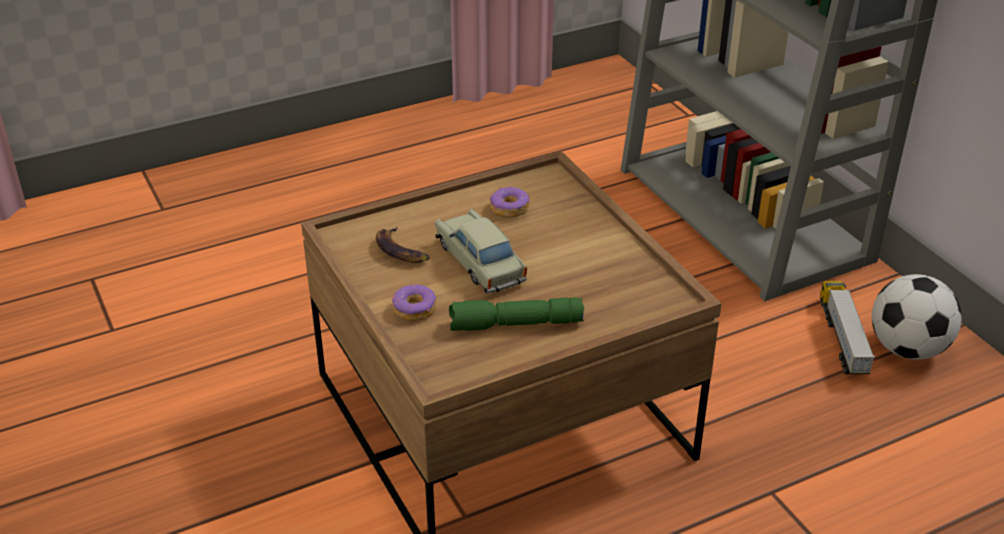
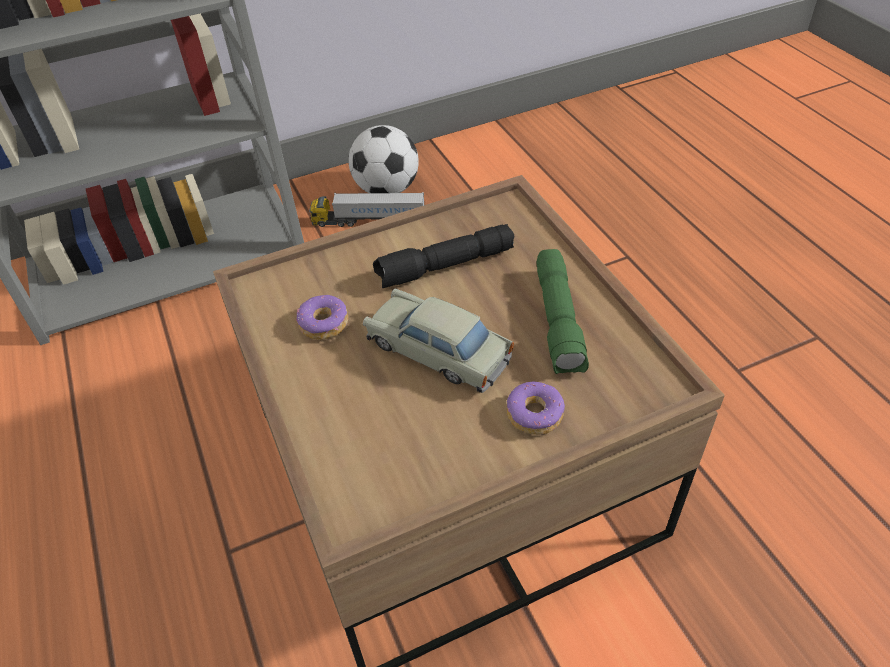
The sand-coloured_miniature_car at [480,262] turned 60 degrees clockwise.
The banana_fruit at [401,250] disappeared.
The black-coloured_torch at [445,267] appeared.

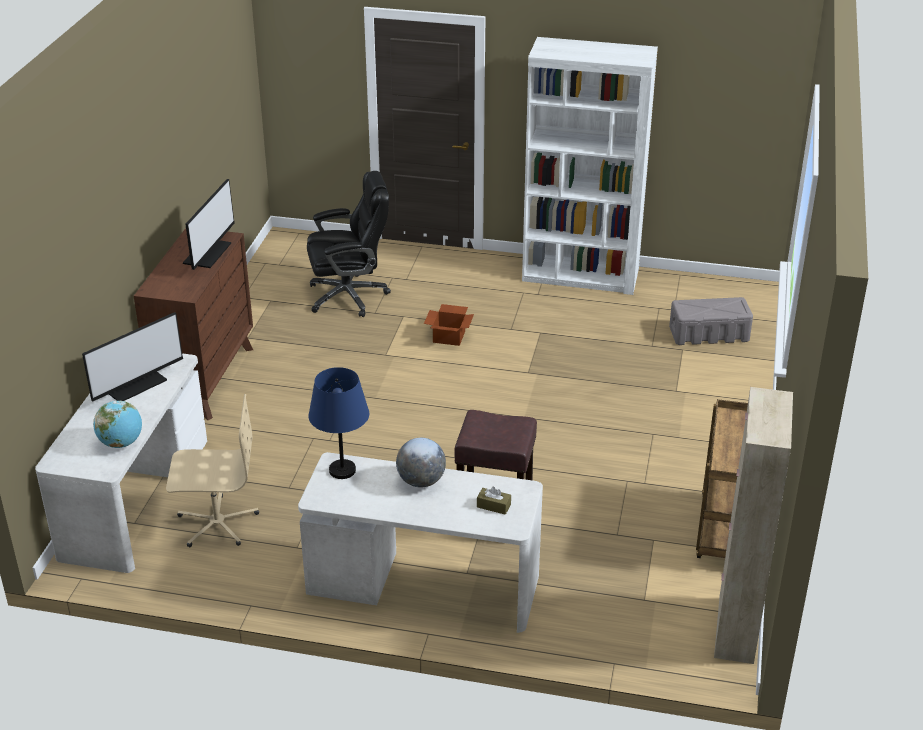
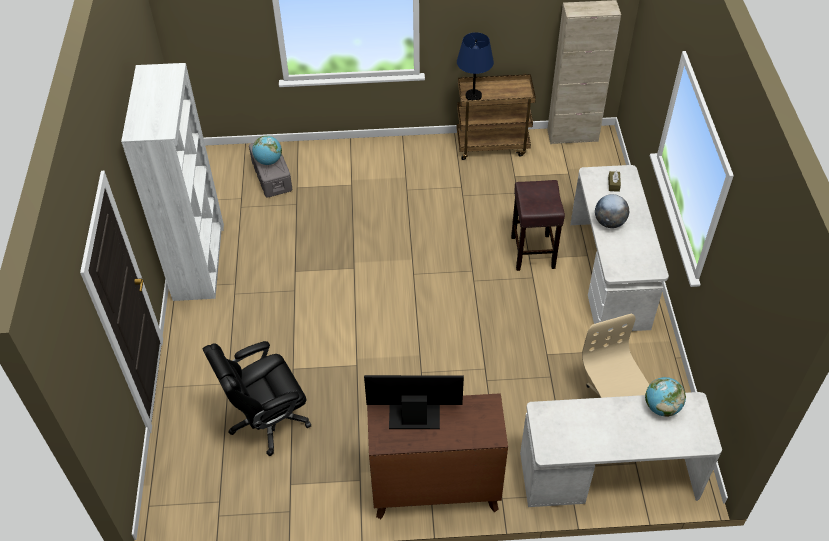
The black-coloured_office_chair at [349,296] turned 90 degrees counterclockwise.
The packing_box at [449,336] disappeared.
The computer_display at [135,385] disappeared.
The bluish_lamp_for_a_table moved from [342,470] to [473,96].
The desk_globe at [268,161] appeared.

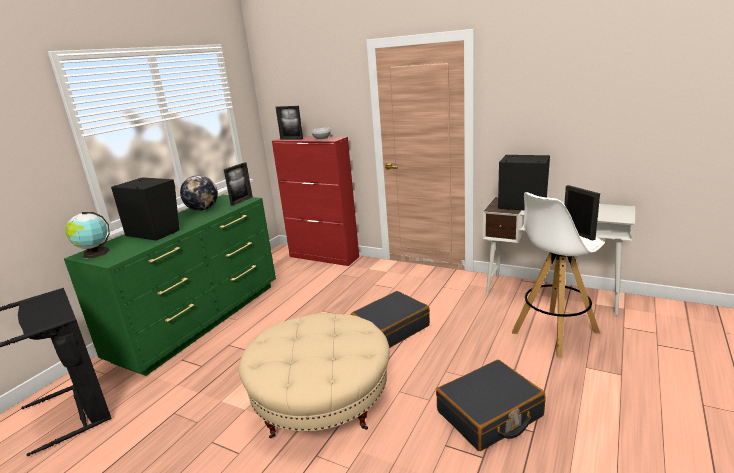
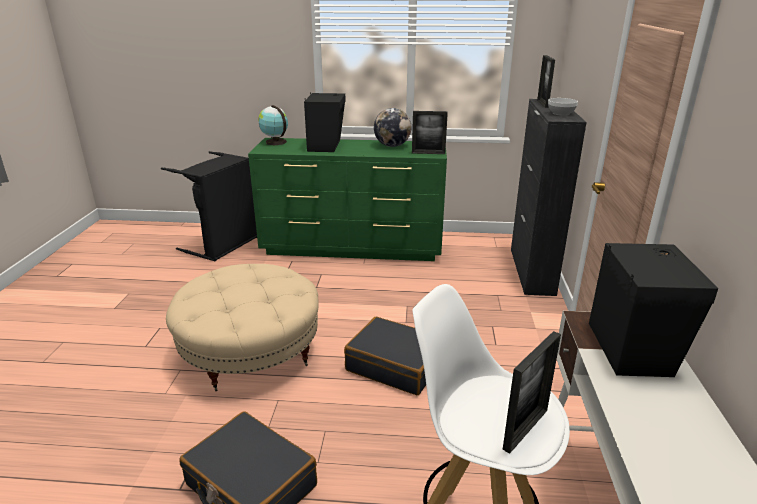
The red-coloured_cabinet at [324,257] became the black-coloured_cabinet at [531,271].

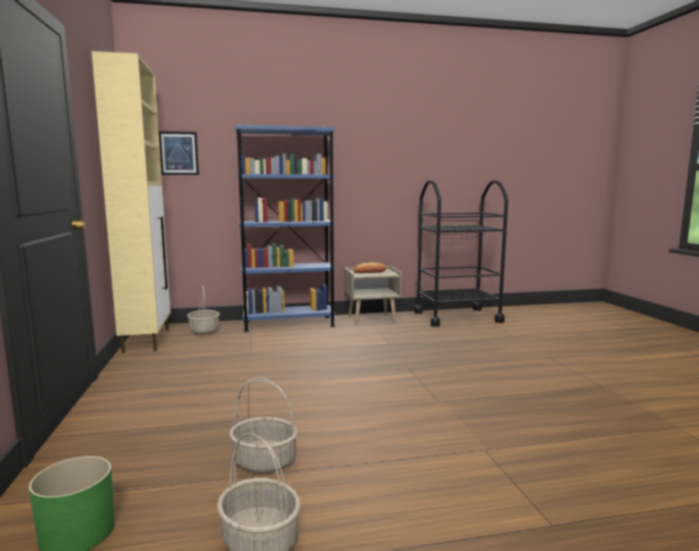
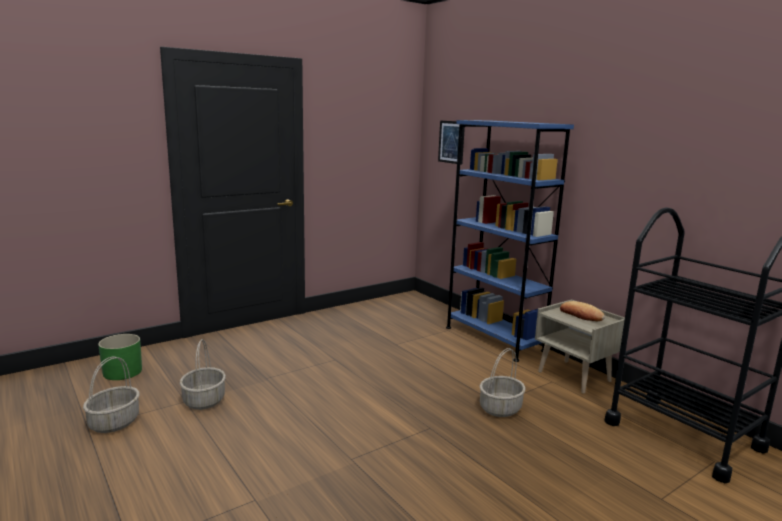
The sand-coloured_cabinet at [147,340] disappeared.
The storage_basket moved from [204,331] to [500,408].

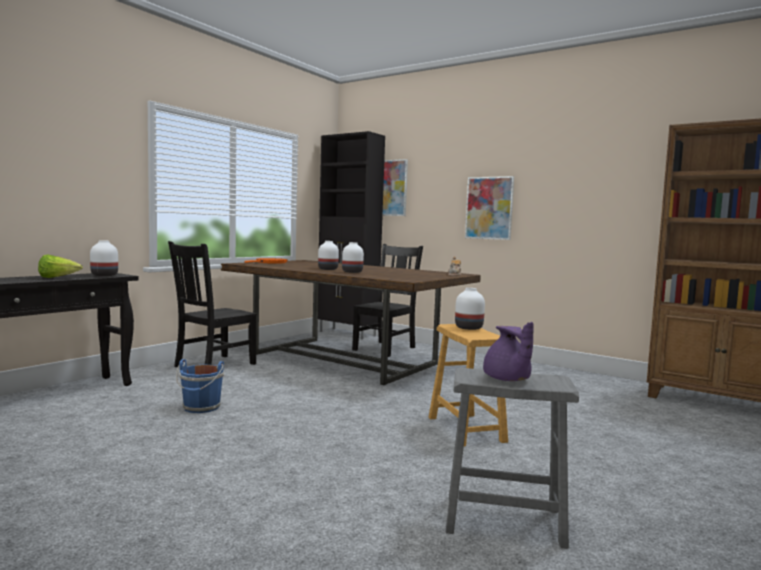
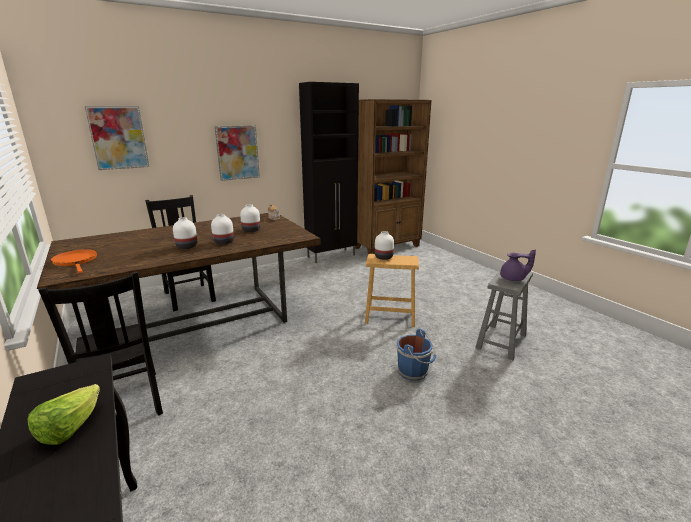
The black-coloured_cabinet moved from [347,334] to [332,256].
The white-coloured_vase moved from [103,275] to [251,230].
The bluish_pail moved from [201,408] to [414,372].

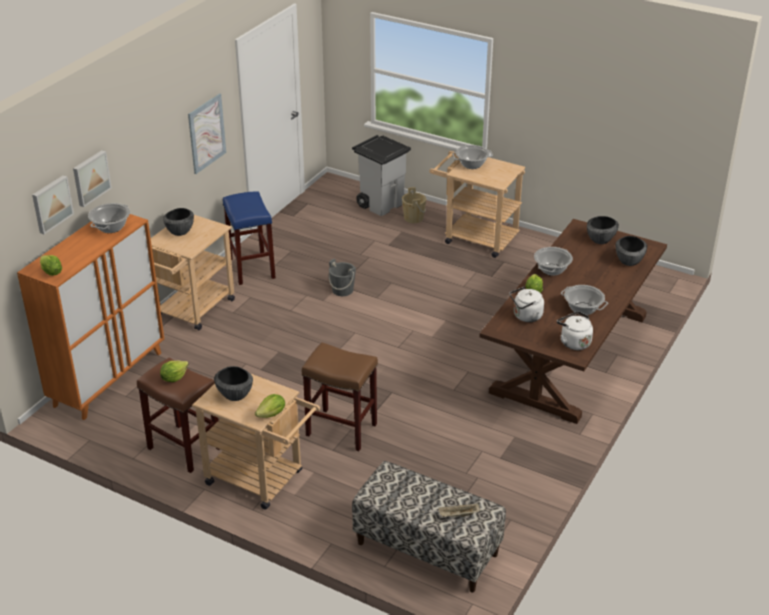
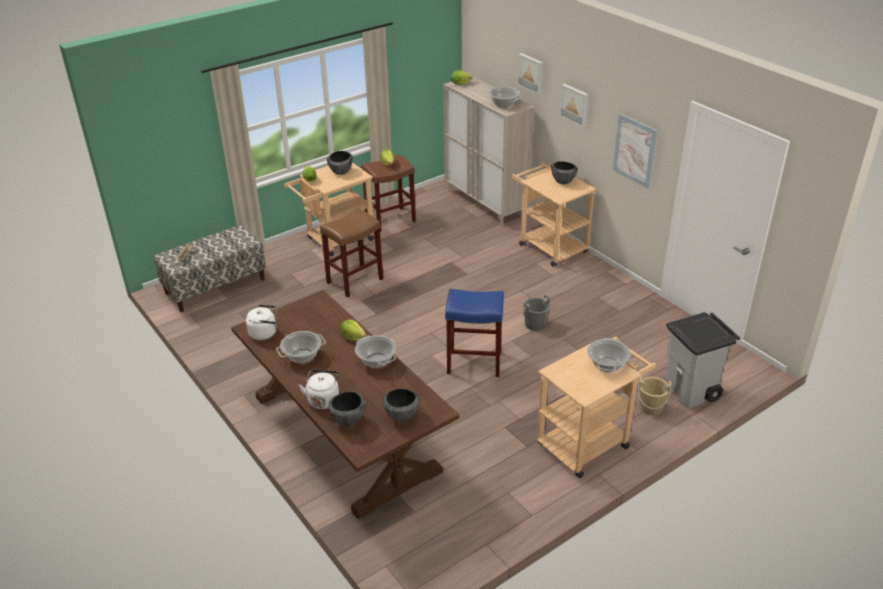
The wall_art moved from [51,204] to [575,104].
The bluish_stool moved from [252,269] to [473,363].
The orange_cabinet at [108,379] became the sand-coloured_cabinet at [485,203].
The white-coloured_tea_kettle moved from [526,316] to [323,399].

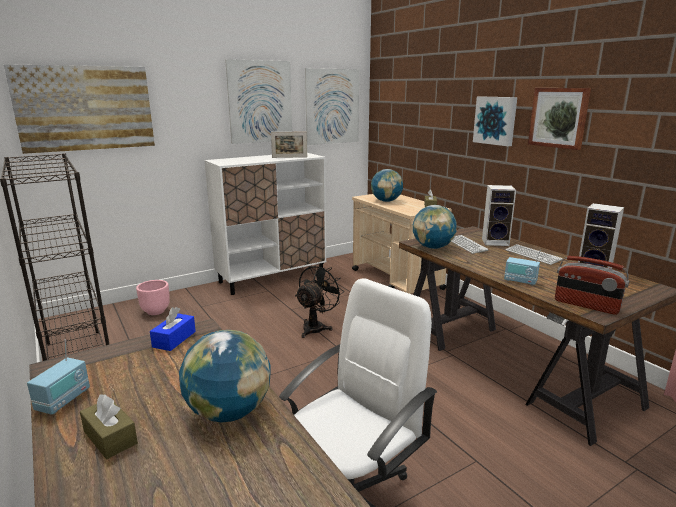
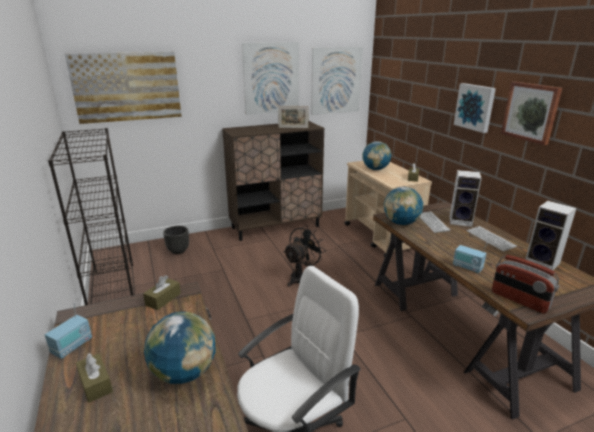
The white-coloured_cabinet at [272,278] became the brown_cabinet at [276,227].
The pink_plant_pot at [156,311] became the black-coloured_plant_pot at [178,251].
The bluish_tissue_box at [174,339] became the brown_tissue_box at [163,299].

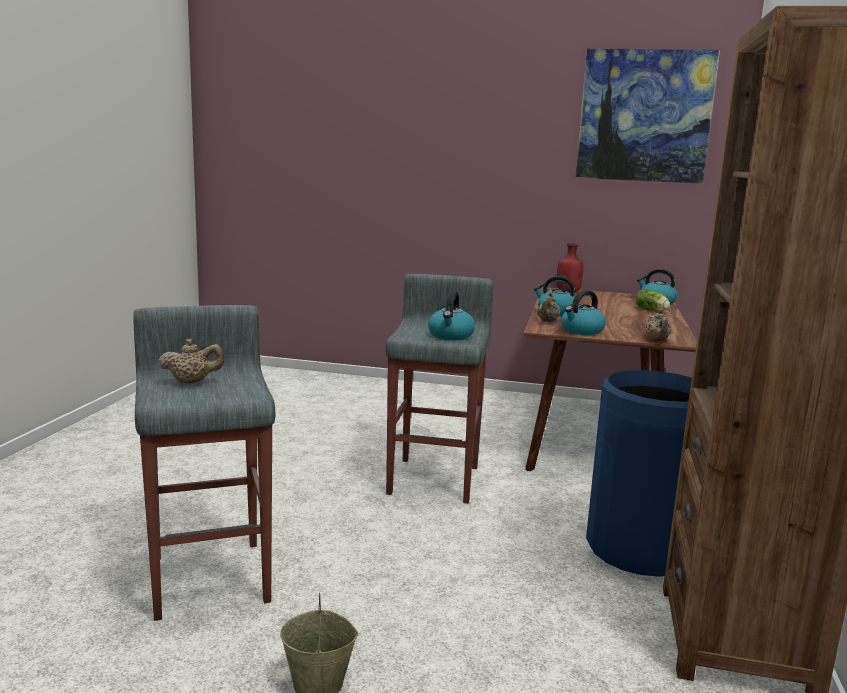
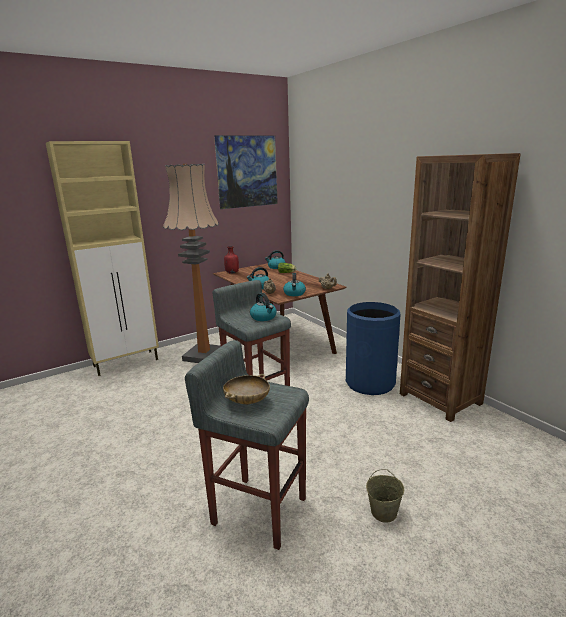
The sand-coloured_tea_pot at [192,381] was replaced by the sand-coloured_serving_bowl at [247,401].
The sand-coloured_cabinet at [127,362] appeared.
The standing_lamp at [204,356] appeared.

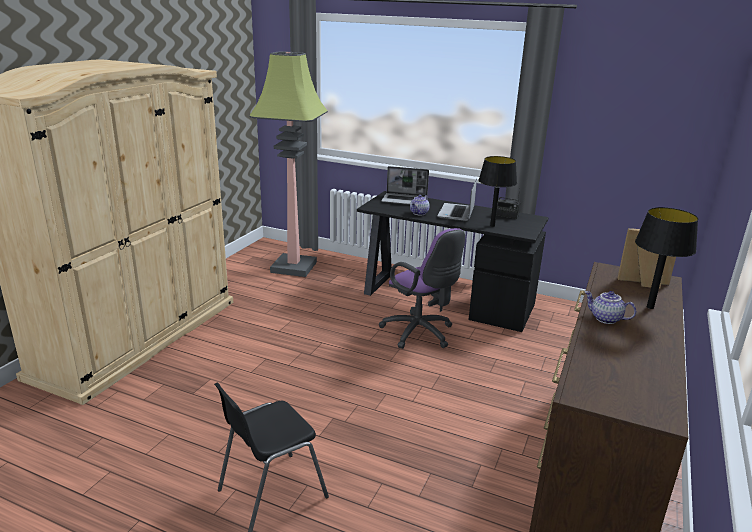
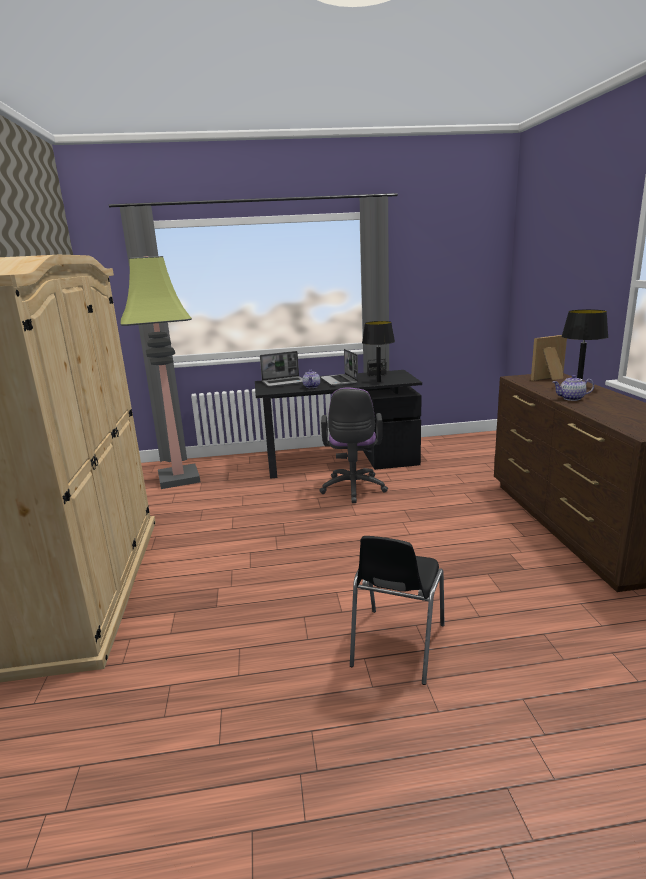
The purplish_office_chair at [420,334] turned 75 degrees clockwise.

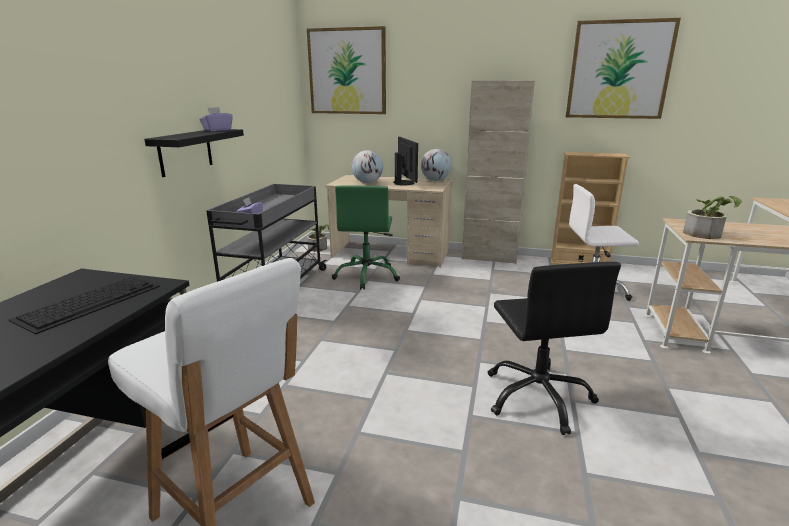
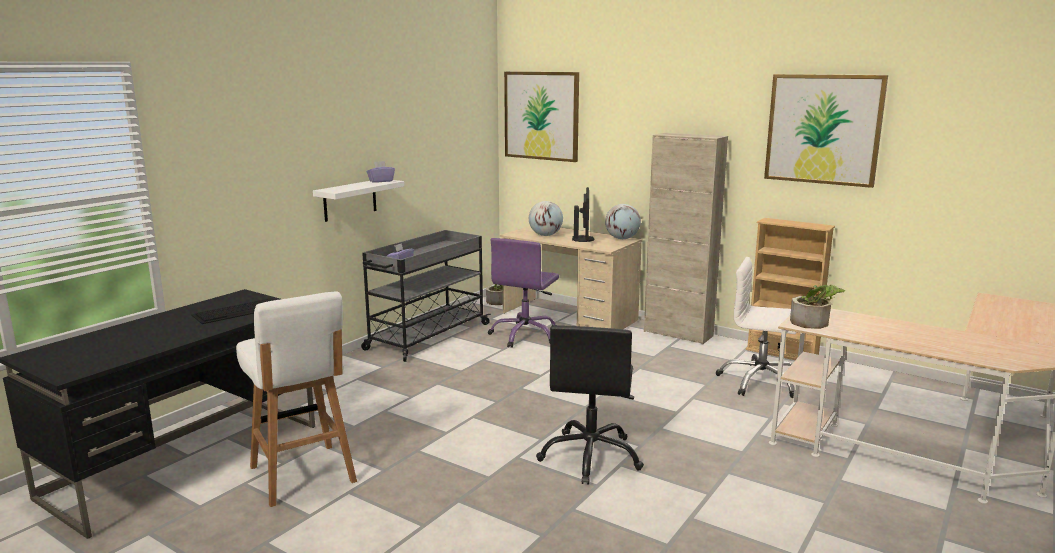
The black-coloured_wall_shelf at [185,152] became the white-coloured_wall_shelf at [350,200].
The green-coloured_office_chair at [367,276] became the purplish_office_chair at [525,335].

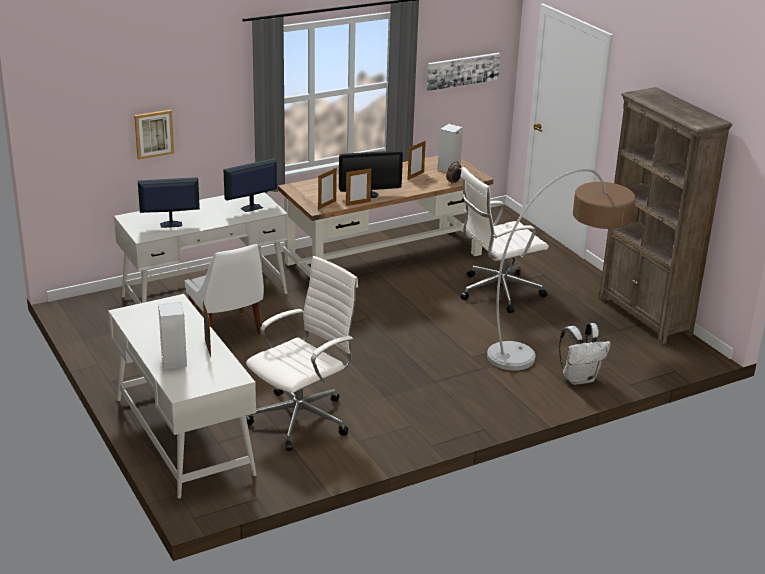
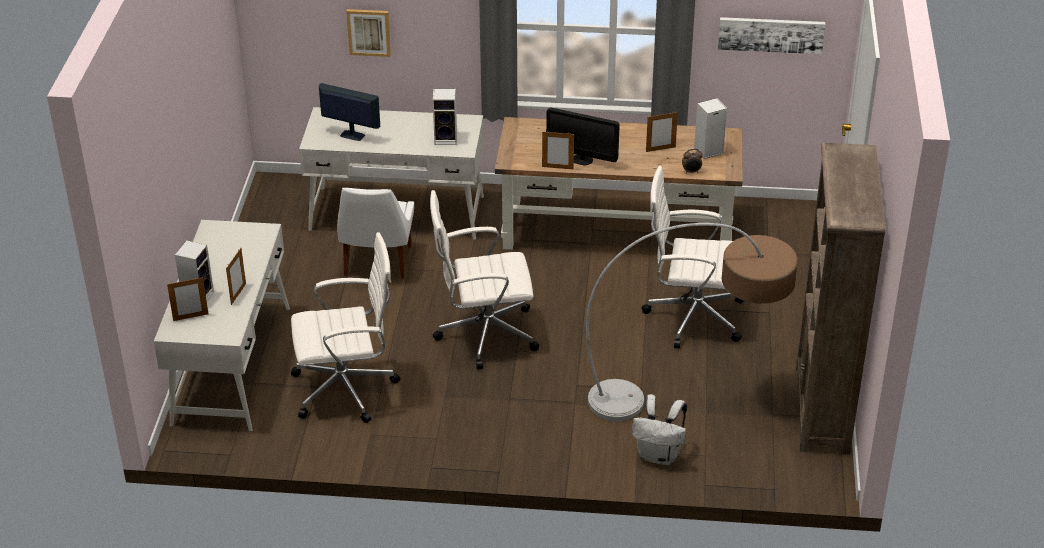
The computer_display at [251,208] was replaced by the speaker at [447,139].
The standing_frame moved from [327,205] to [190,317].
The white-coloured_office_chair at [484,334] appeared.

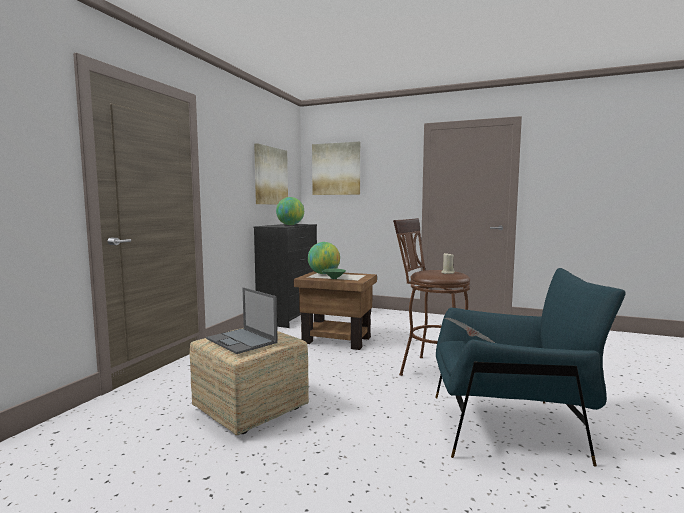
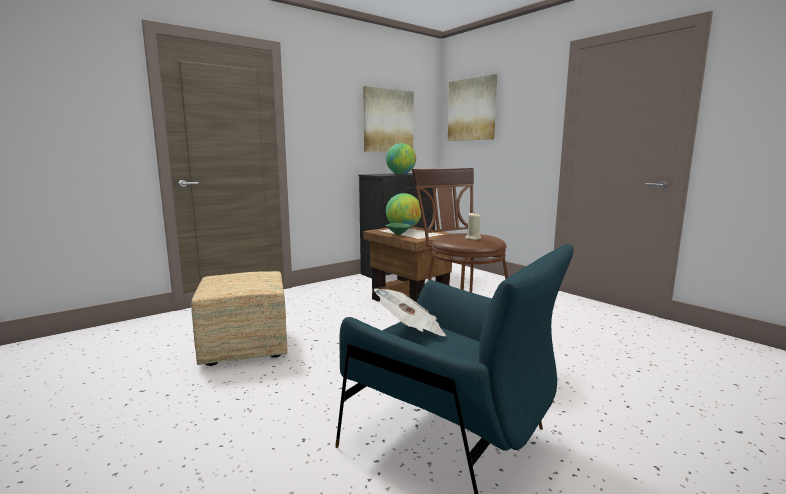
The portable_computer at [242,341] disappeared.

